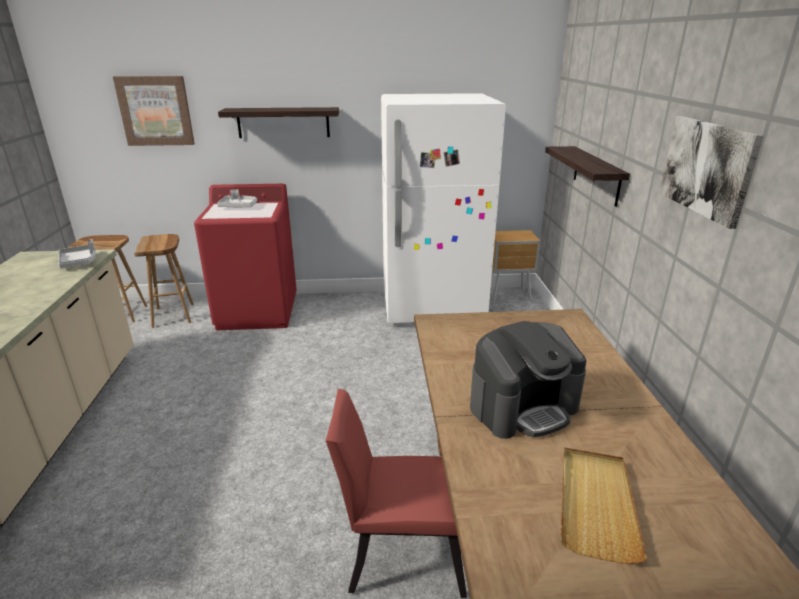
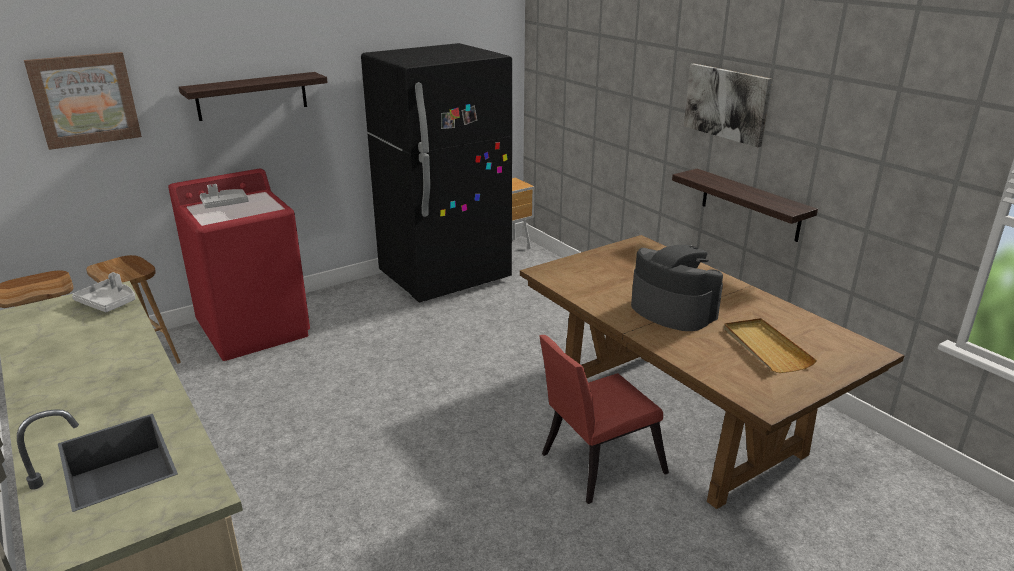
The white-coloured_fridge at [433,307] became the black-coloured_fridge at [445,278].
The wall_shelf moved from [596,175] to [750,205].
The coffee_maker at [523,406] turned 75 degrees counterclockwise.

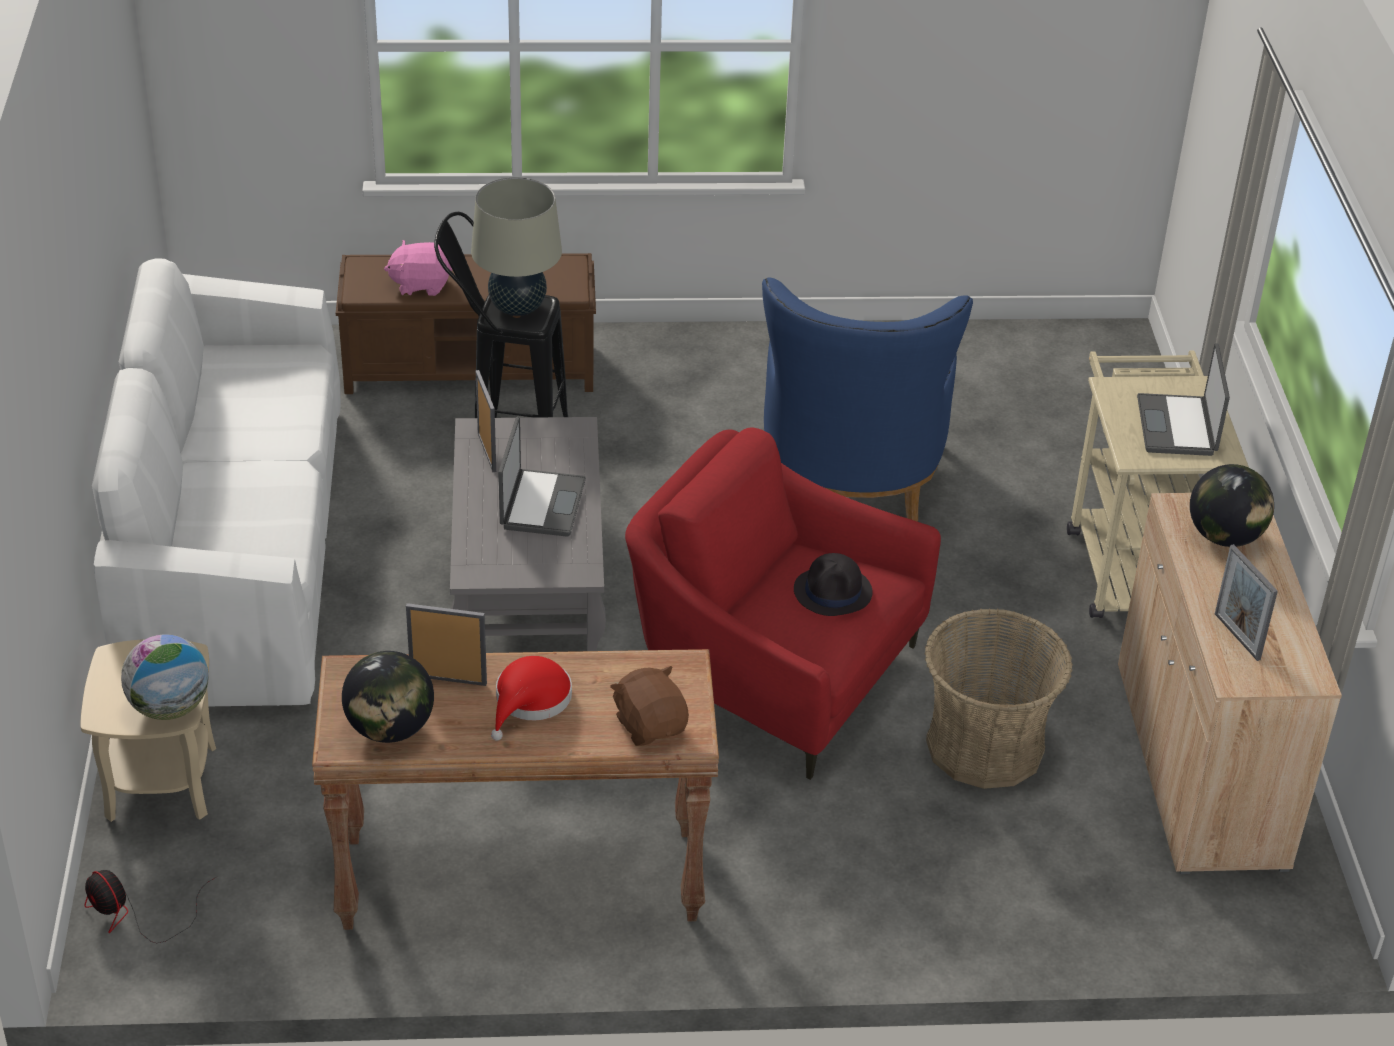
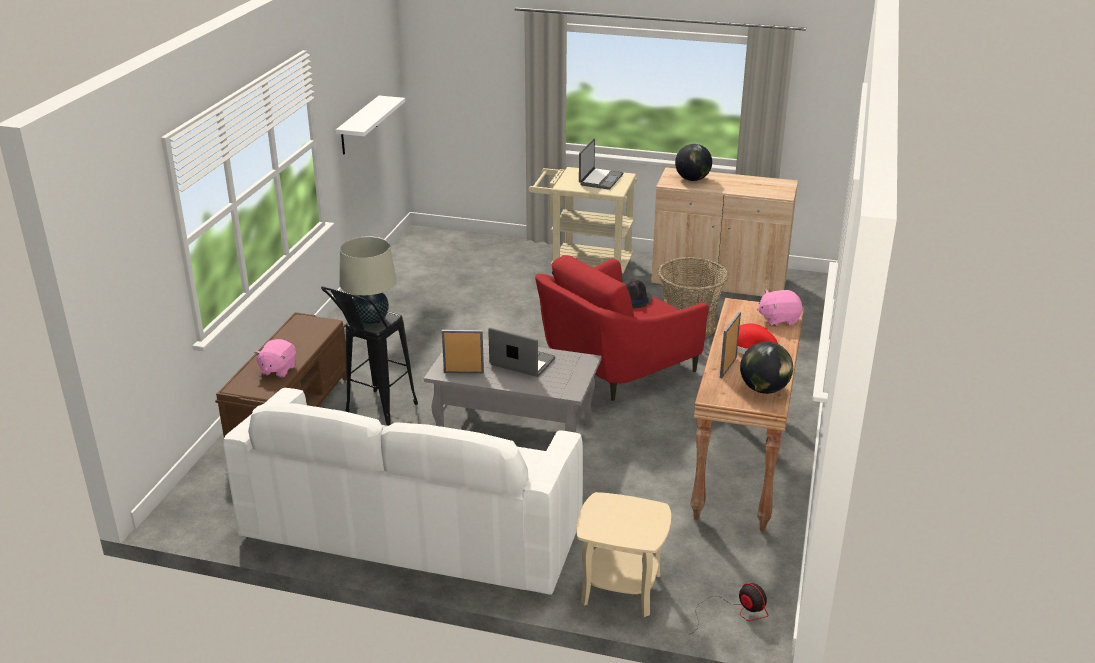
The bluish_easy_chair at [848,488] disappeared.
The portable_computer at [1178,427] turned 90 degrees counterclockwise.
The standing_frame at [1237,636] disappeared.
The desk_globe at [169,707] disappeared.
The brown_cuddly_toy at [650,725] became the pink_cuddly_toy at [778,319].
The fan at [134,915] turned 105 degrees counterclockwise.
The white-coloured_wall_shelf at [359,125] appeared.

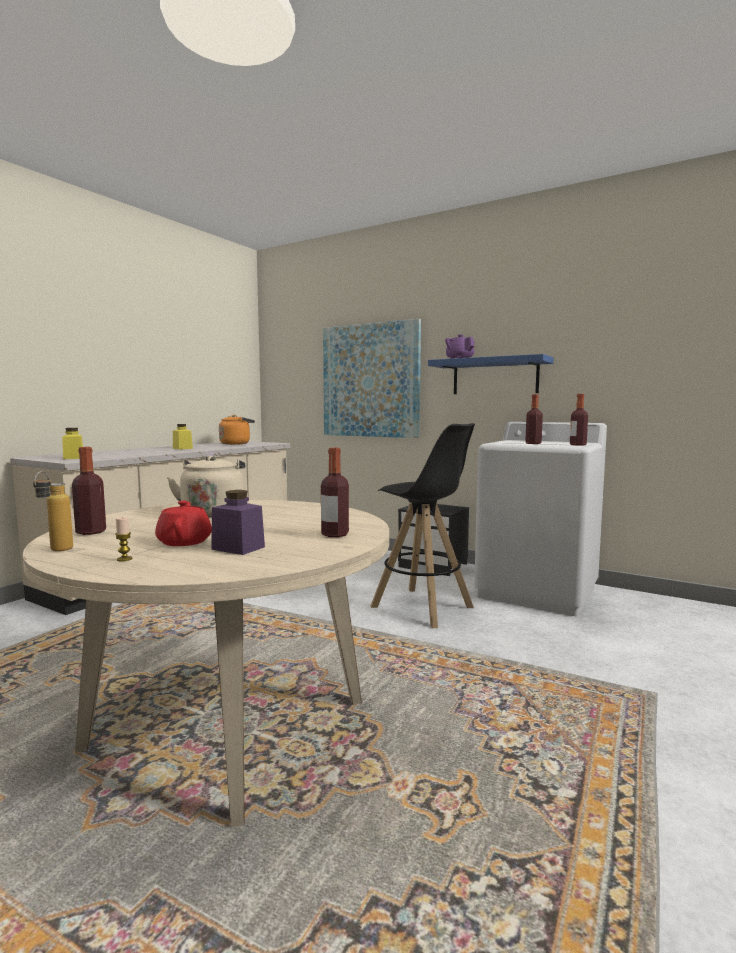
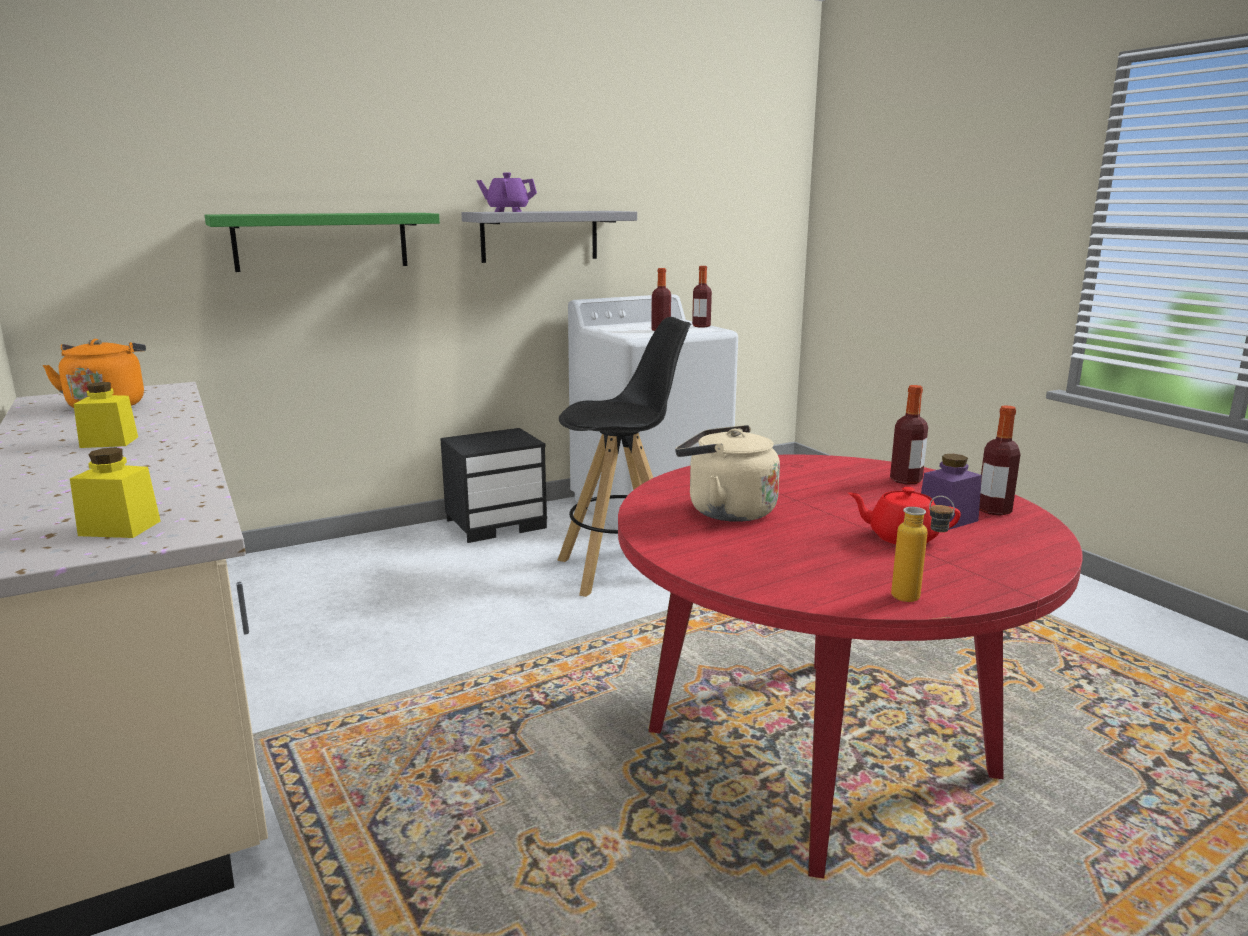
The wall_art at [370,380] was replaced by the green-coloured_wall_shelf at [322,241].
The bluish_wall_shelf at [495,377] became the gray_wall_shelf at [540,236].
The beverage_bottle moved from [91,532] to [994,510].
The sand-coloured_dining_table at [229,724] became the red-coloured_dining_table at [818,753].
The wax_light at [124,559] disappeared.

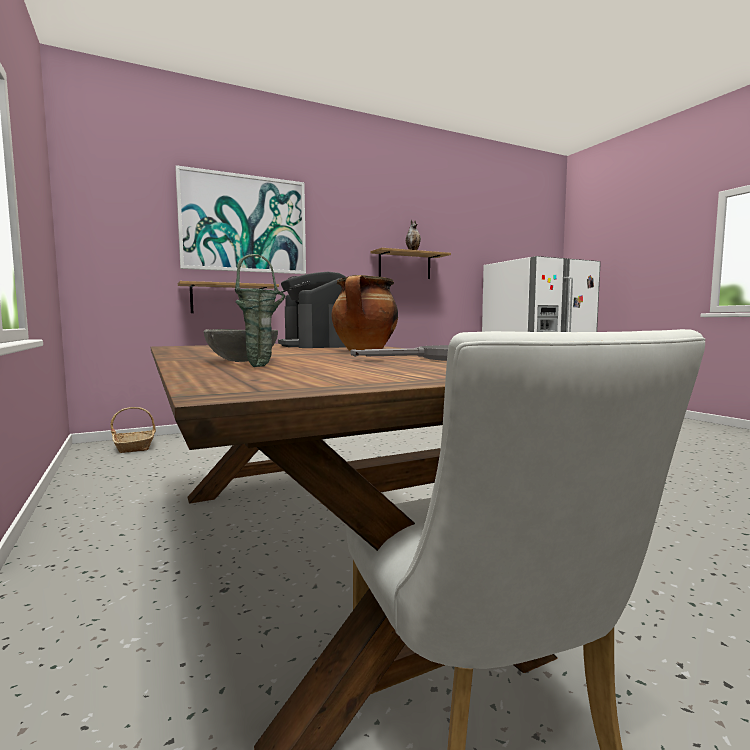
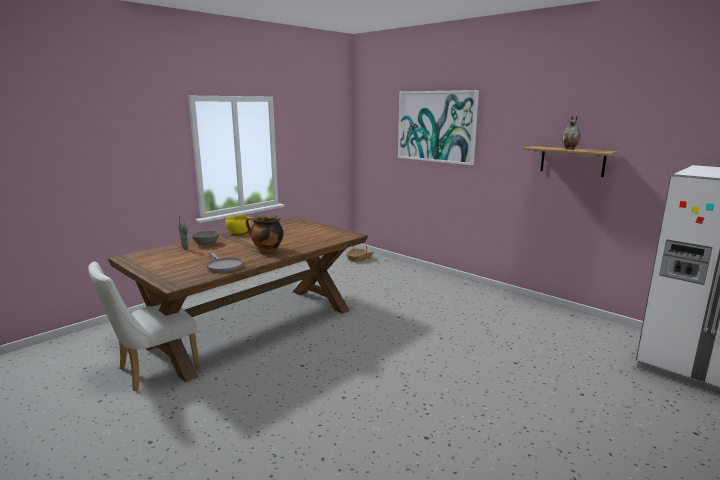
The coffee_maker at [318,345] disappeared.
The wall_shelf at [227,299] disappeared.
The yellowish_serving_bowl at [239,233] appeared.

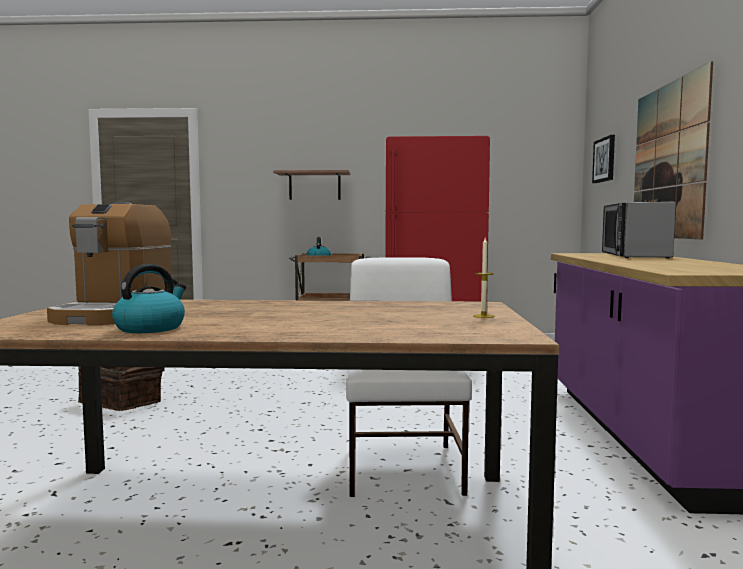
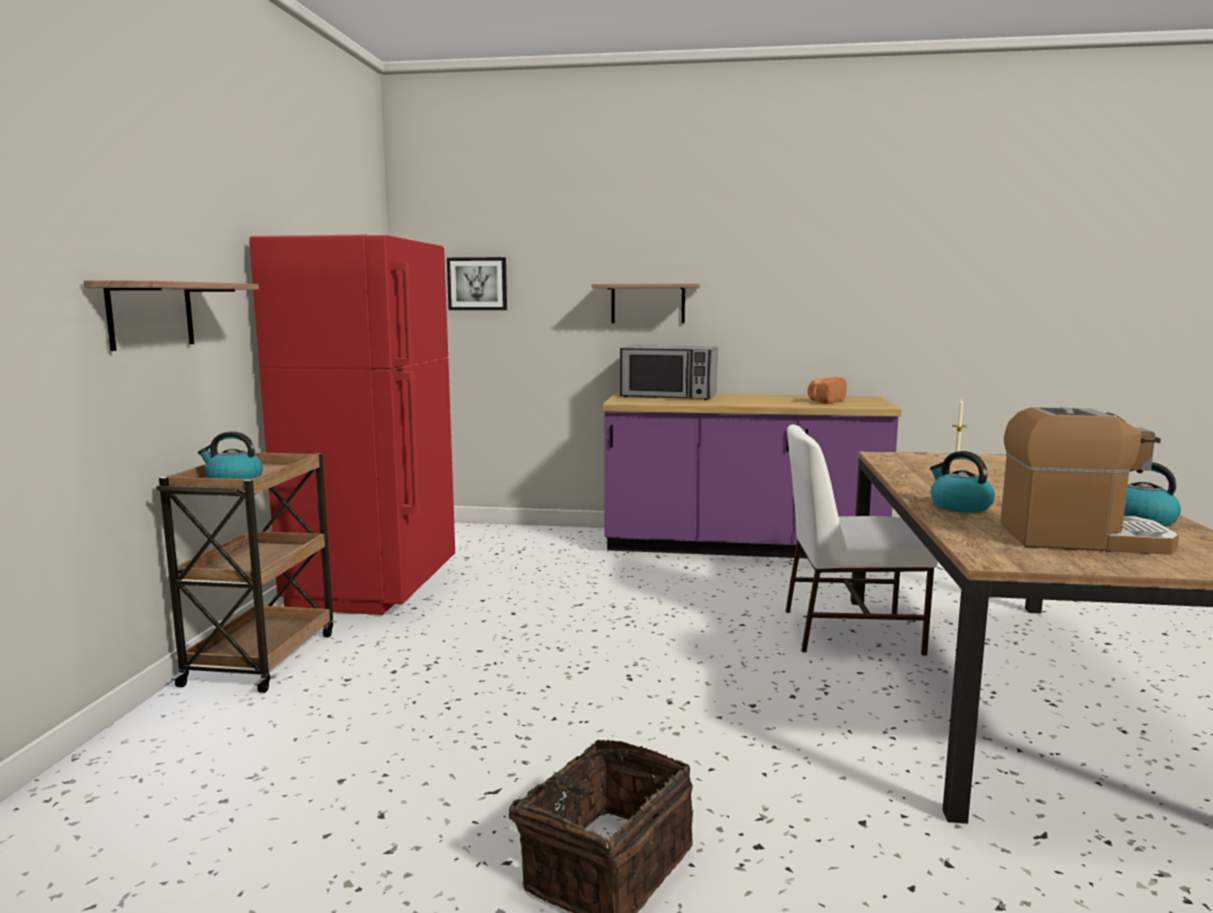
The wall_art at [669,161] was replaced by the wall_shelf at [648,304].
The bakery_bread at [824,401] appeared.
The tea_kettle at [959,506] appeared.

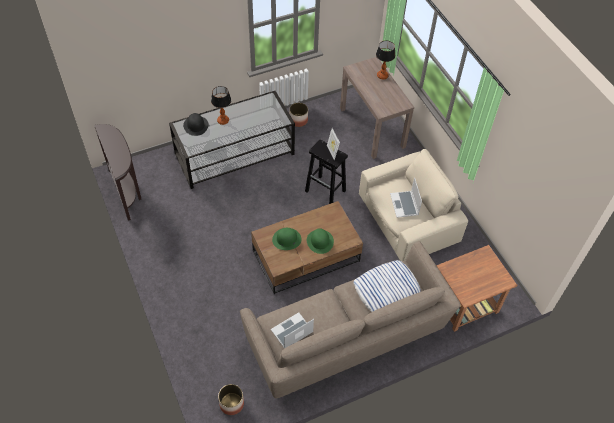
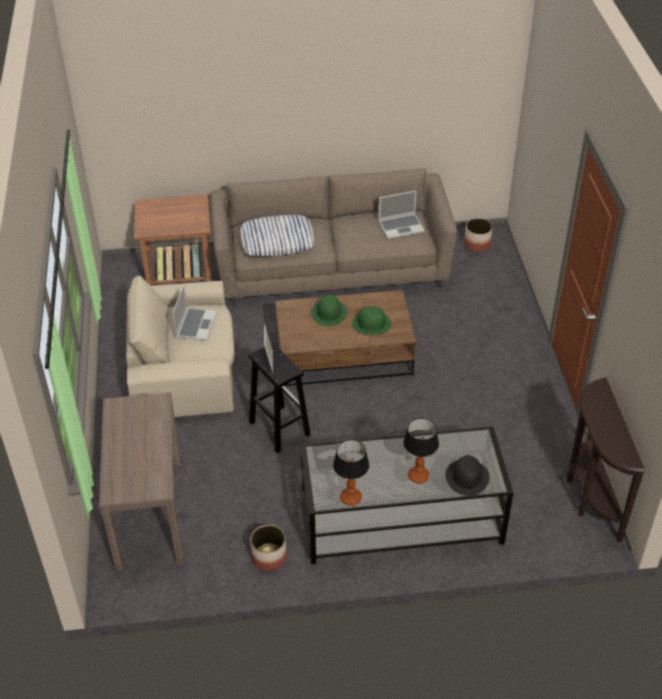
The lamp_for_a_table moved from [382,75] to [350,498].

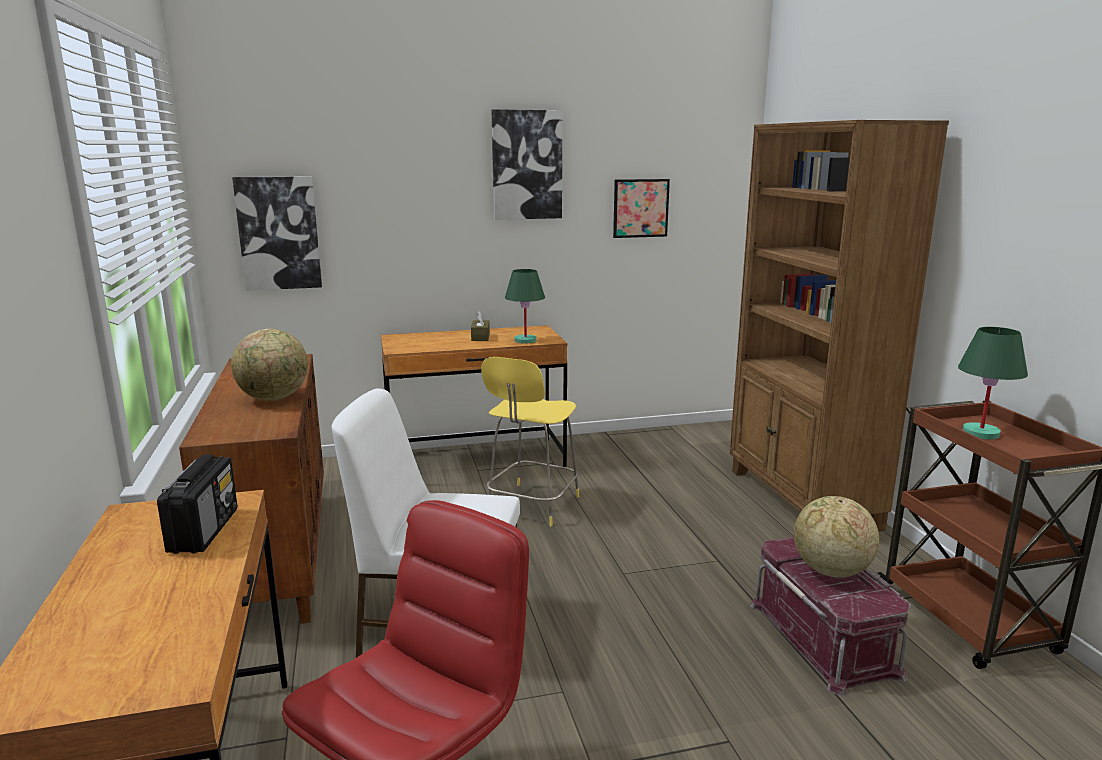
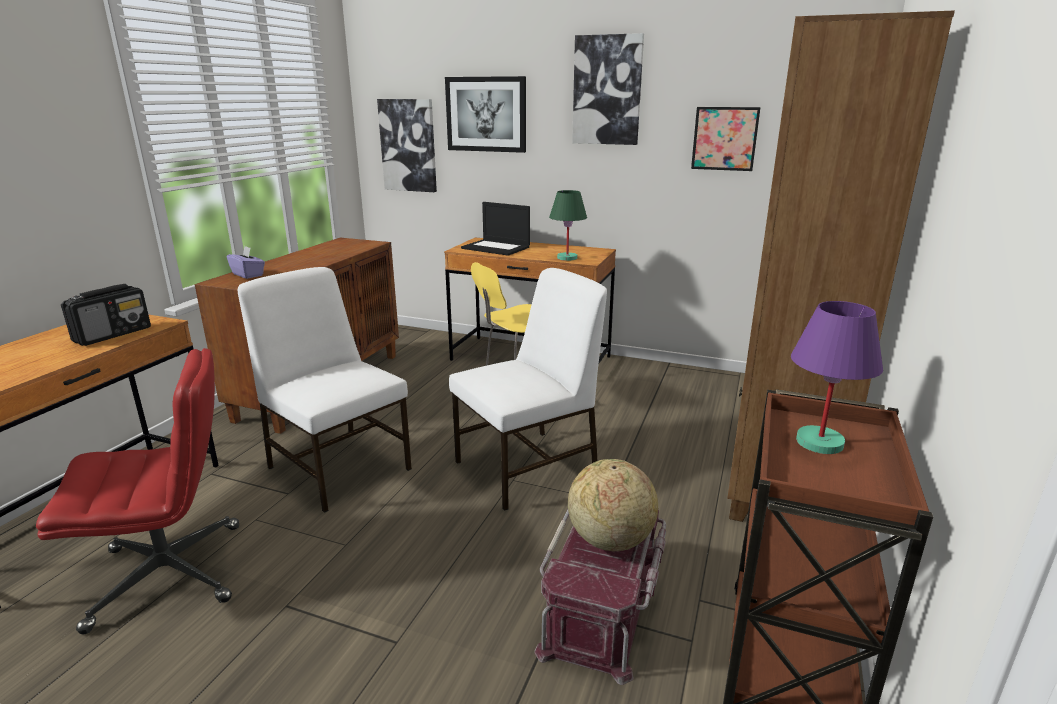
The brown_tissue_box at [480,337] disappeared.
The green-coloured_lamp_for_a_table at [981,433] became the purplish_lamp_for_a_table at [819,443].
The desk_globe at [274,398] disappeared.
The wall_art at [486,114] appeared.
The portable_computer at [497,248] appeared.
The purplish_tissue_box at [248,274] appeared.
The white-coloured_chair at [528,467] appeared.

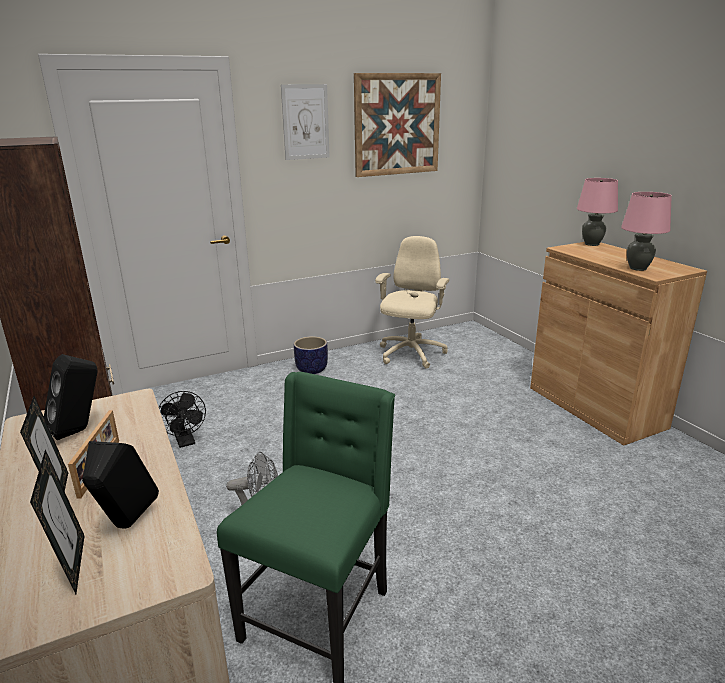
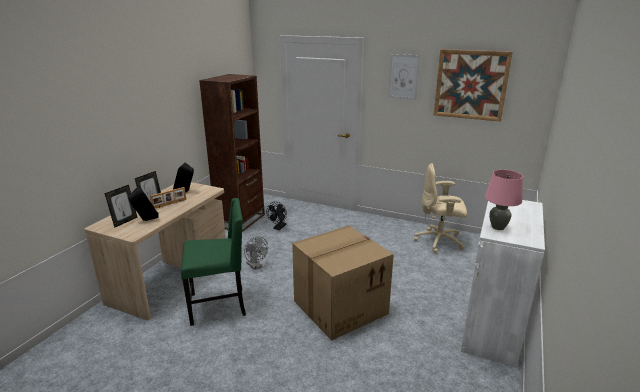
The pink_lamp_for_a_table at [592,244] disappeared.
The sand-coloured_office_chair at [410,354] turned 150 degrees counterclockwise.
The brown_cabinet at [595,407] became the white-coloured_cabinet at [492,326].
The plant_pot at [311,370] disappeared.
The packing_box at [340,306] appeared.

